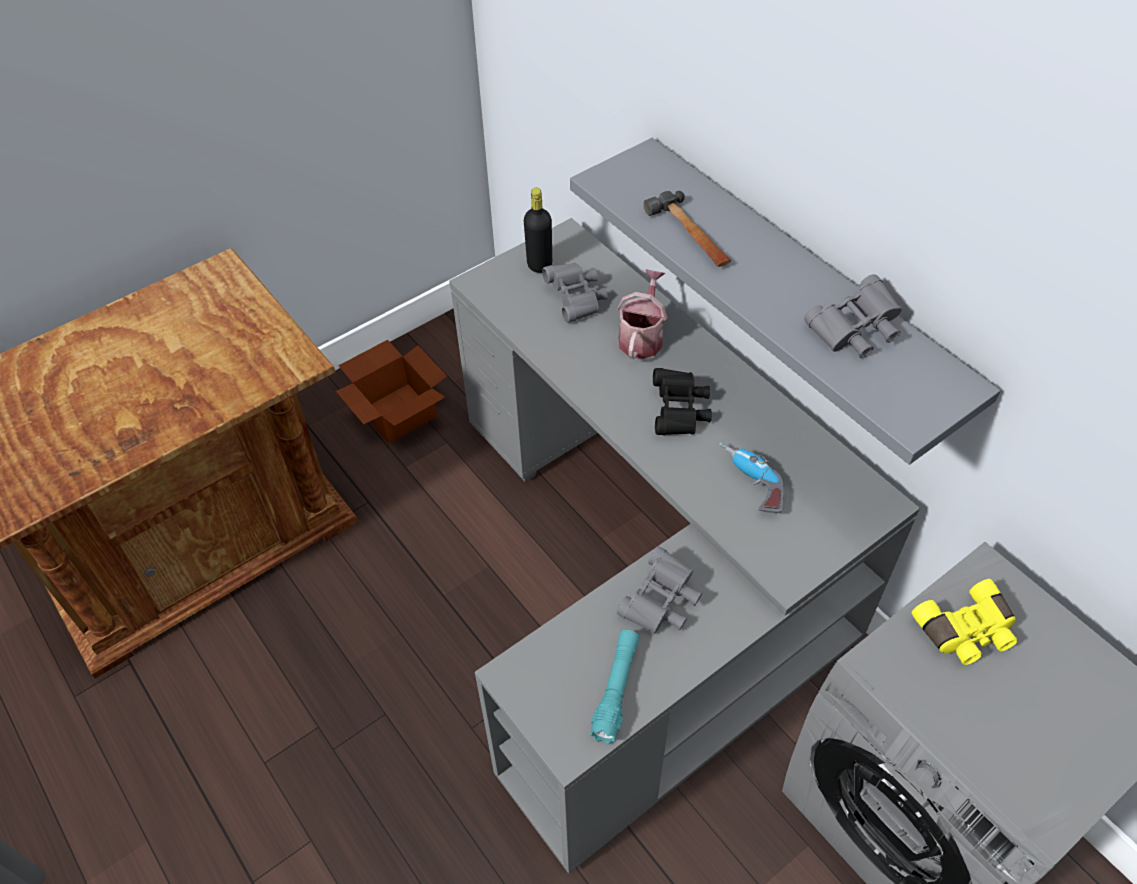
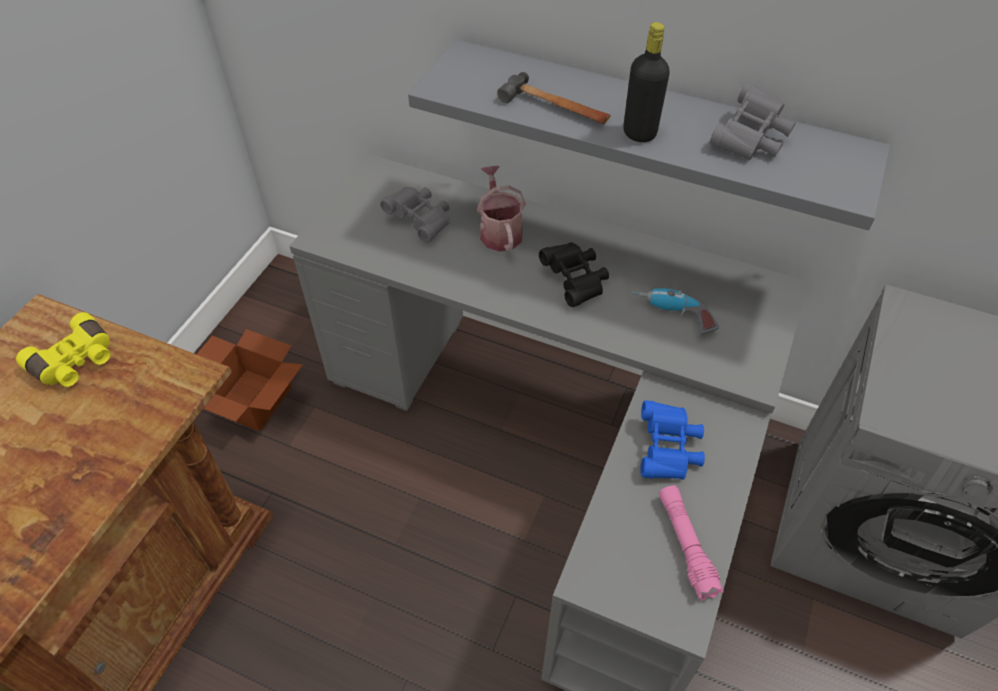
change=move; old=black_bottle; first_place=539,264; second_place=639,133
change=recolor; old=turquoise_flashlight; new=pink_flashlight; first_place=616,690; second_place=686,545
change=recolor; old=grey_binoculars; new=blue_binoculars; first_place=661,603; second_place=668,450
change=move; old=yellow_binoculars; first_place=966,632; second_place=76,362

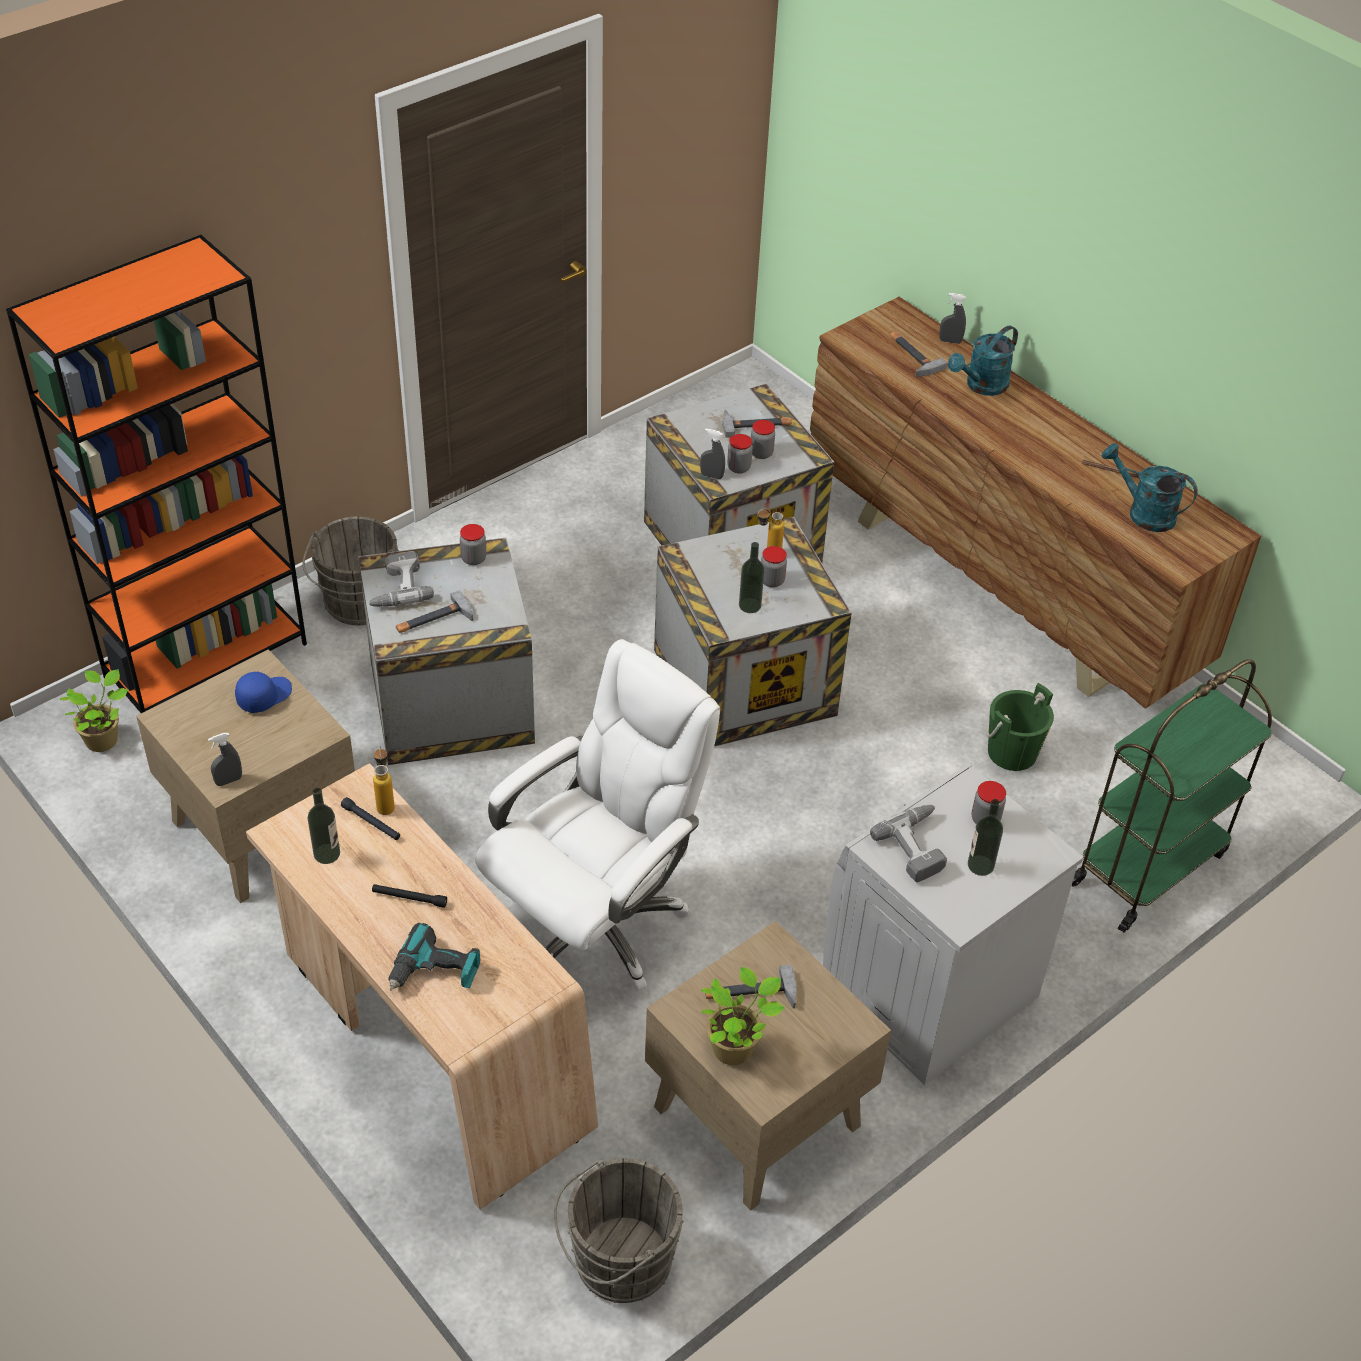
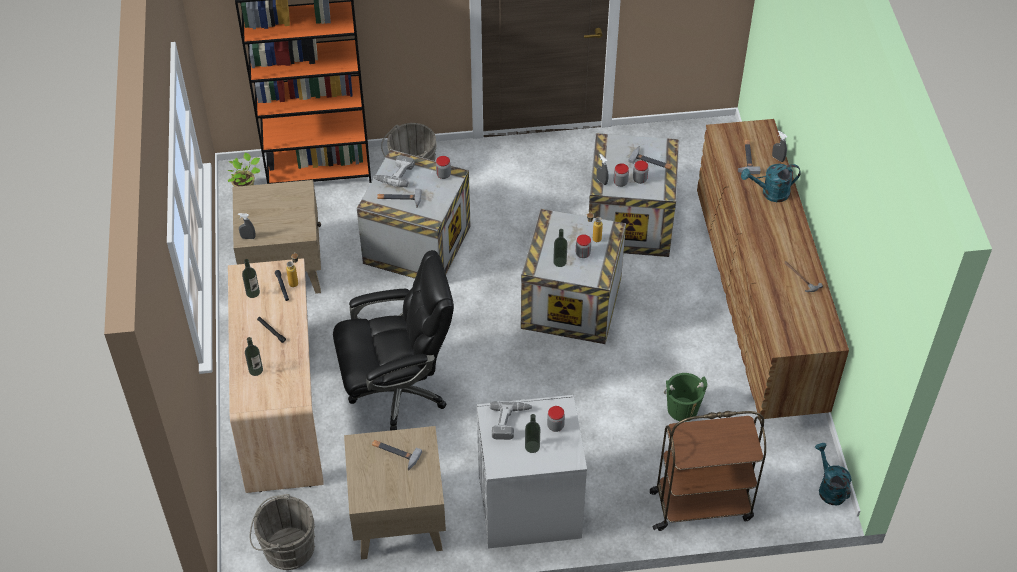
change=delete; old=blue_cap; first_place=264,696
change=replace; old=power_drill; new=bottle; first_place=435,972; second_place=255,370
change=recolor; old=white_office_chair; new=black_office_chair; first_place=596,928; second_place=396,392
change=delete; old=potted_plant; first_place=735,1047
change=recolor; old=green_cart; new=brown_cart; first_place=1150,868; second_place=702,506
change=move; old=turquoise_watering_can; first_place=1143,513; second_place=829,488

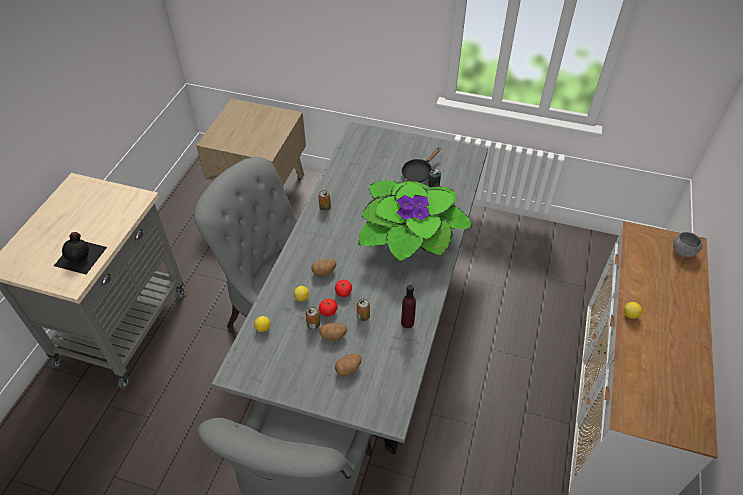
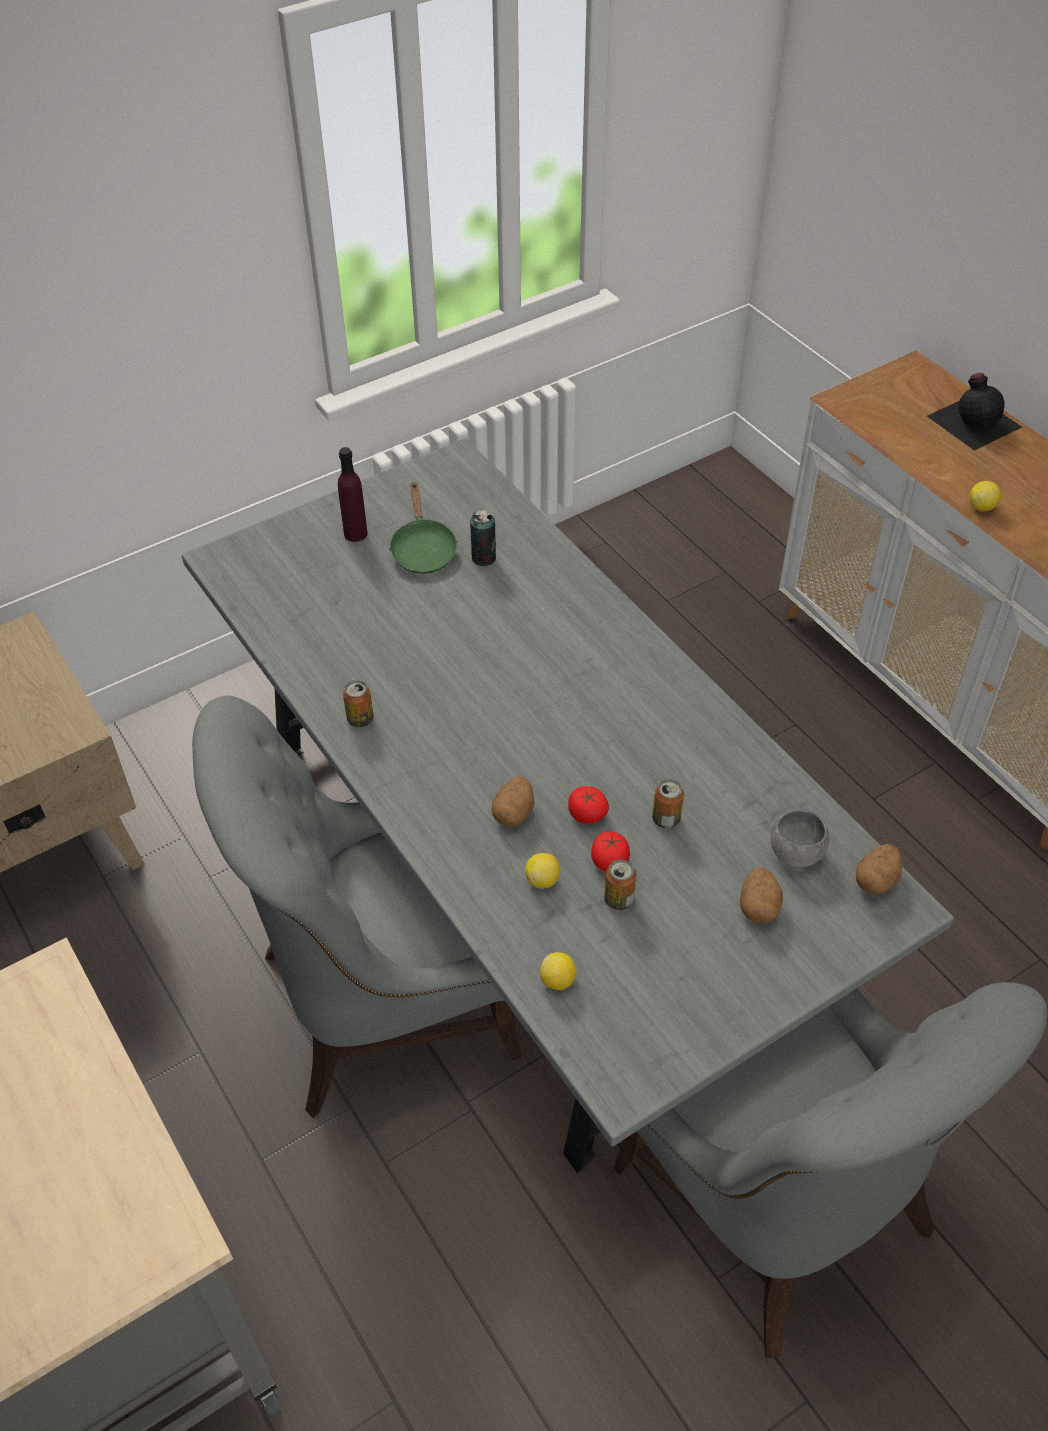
change=move; old=black_bottle; first_place=81,256; second_place=974,420
change=move; old=potato; first_place=333,336; second_place=876,880
change=delete; old=potted_plant; first_place=409,237
change=move; old=purple_bottle; first_place=407,322; second_place=355,533
change=recolor; old=black_frying_pan; new=green_frying_pan; first_place=418,172; second_place=422,549
change=move; old=grey_bowl; first_place=683,251; second_place=796,852

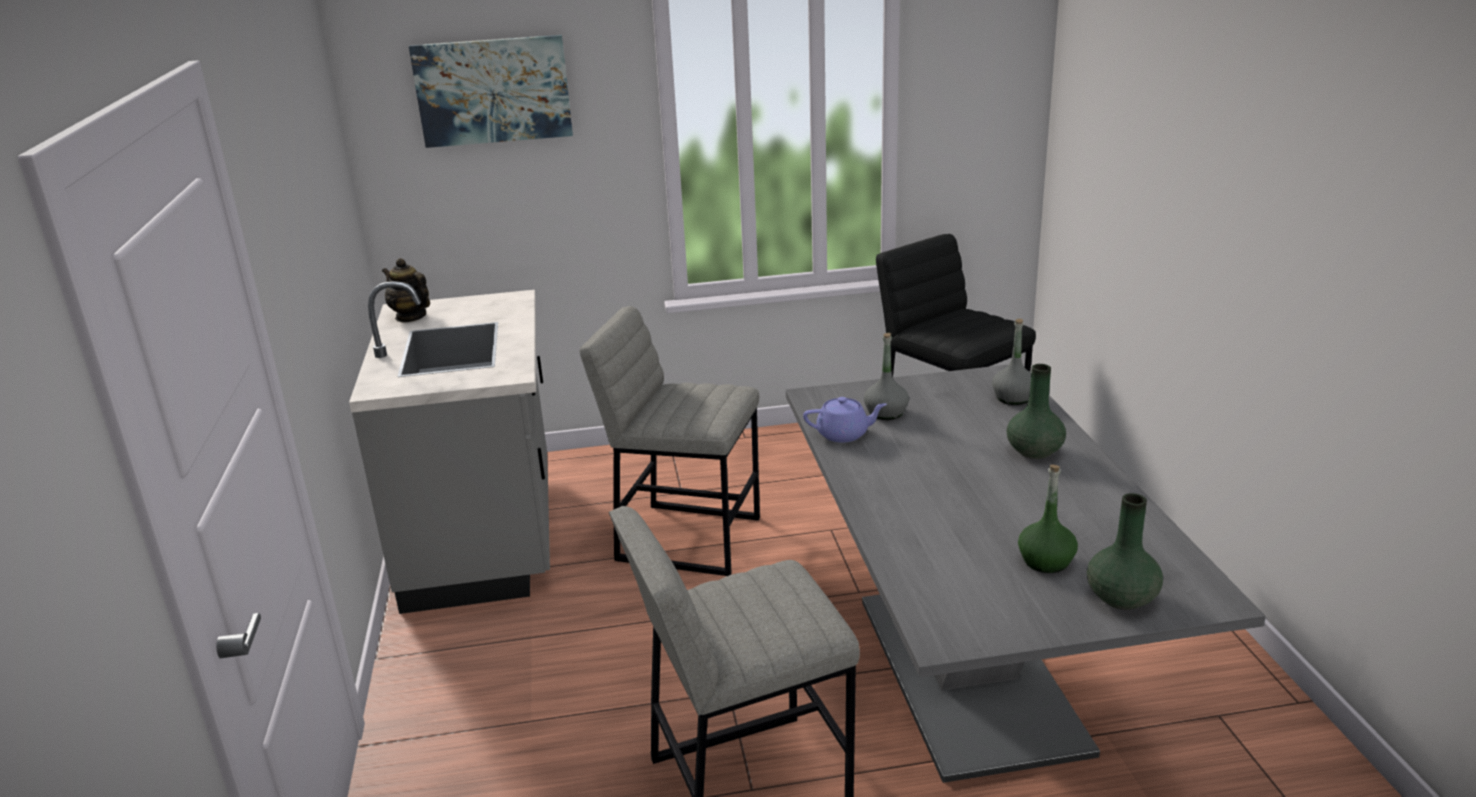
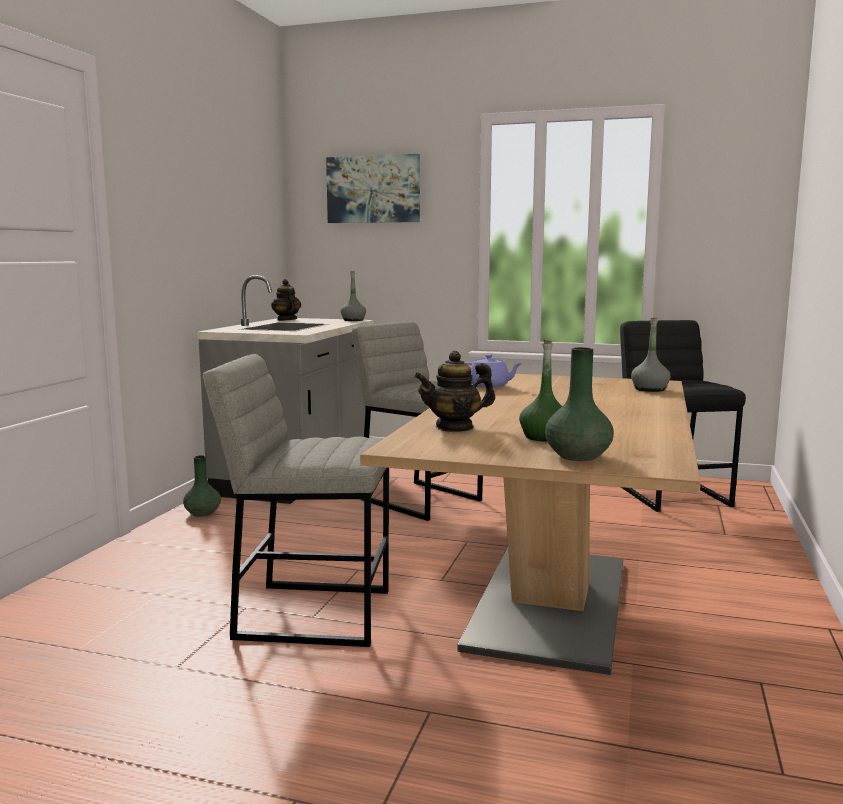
change=recolor; old=grey_dining_table; new=brown_dining_table; first_place=968,672; second_place=550,602
change=move; old=grey_bottle; first_place=886,413; second_place=353,320
change=move; old=green_vase; first_place=1034,451; second_place=203,513
change=insert; new=teapot; second_place=454,427

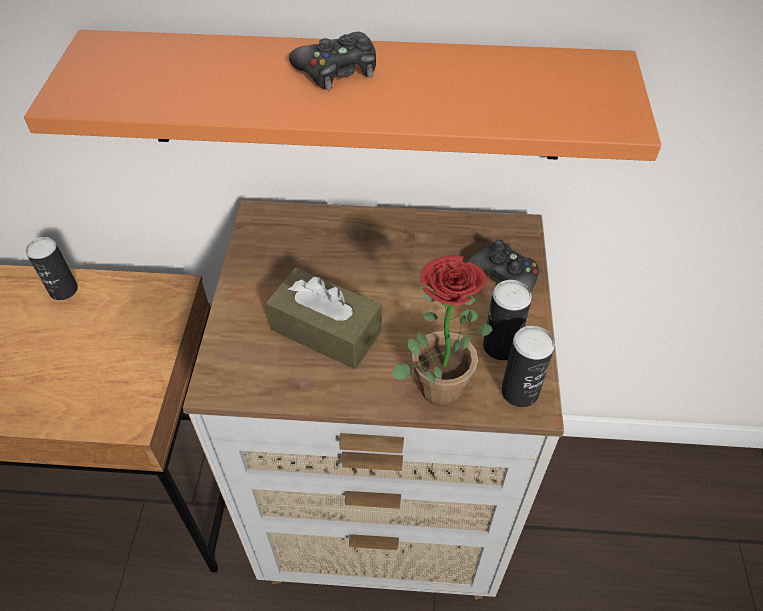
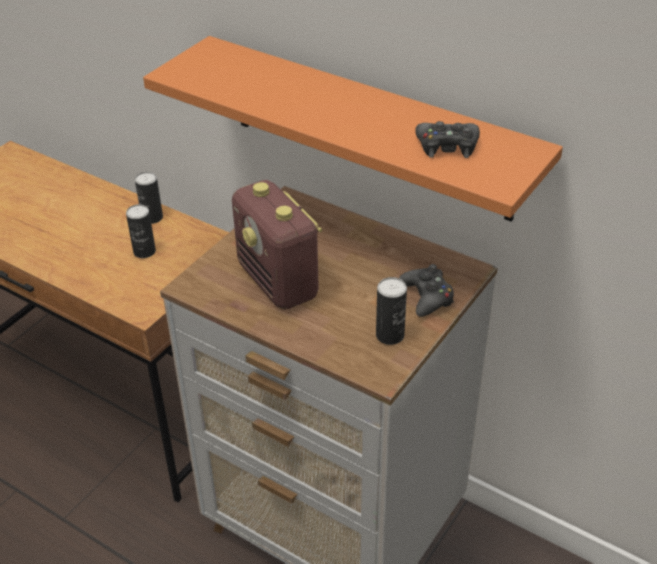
change=replace; old=brown_tissue_box; new=radio; first_place=326,330; second_place=278,282
change=move; old=black_game_controller; first_place=337,70; second_place=447,146
change=delete; old=potted_plant; first_place=437,380
change=move; old=can; first_place=519,391; second_place=144,251

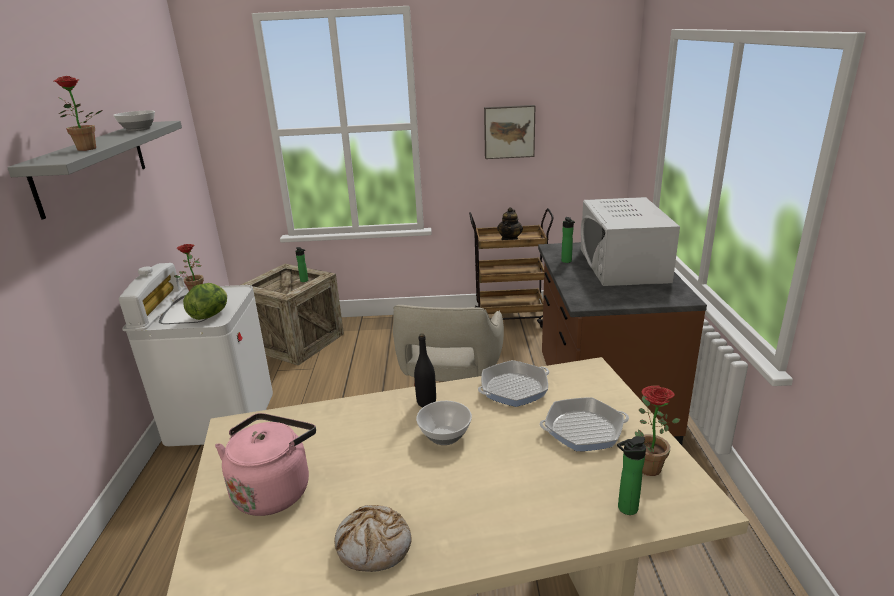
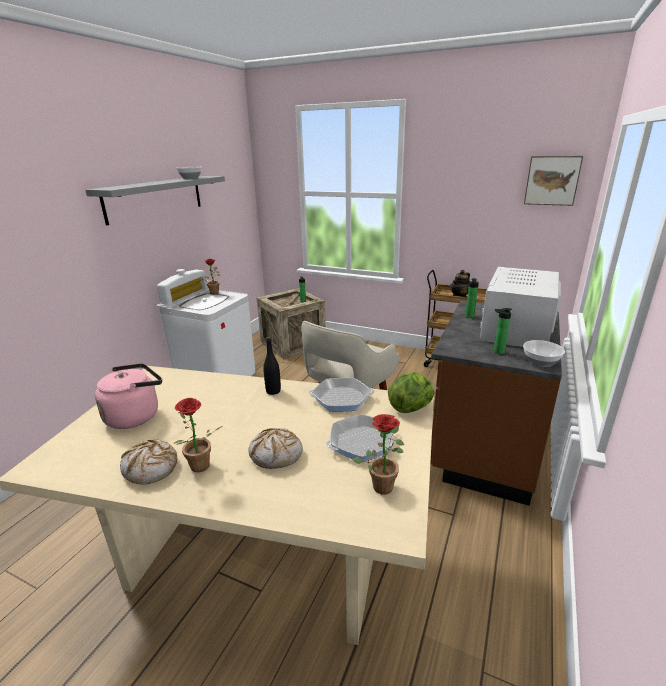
change=move; old=potted_plant; first_place=87,149; second_place=200,469
change=move; old=lettuce; first_place=210,315; second_place=411,407
change=move; old=bowl; first_place=446,435; second_place=541,362
change=move; old=picture; first_place=509,131; second_place=552,180
change=rotate; old=frying_pan; first_place=583,430; second_place=361,442; degrees=-45
change=move; old=bottle; first_place=625,509; second_place=497,352
change=insert; new=bread; second_place=276,454

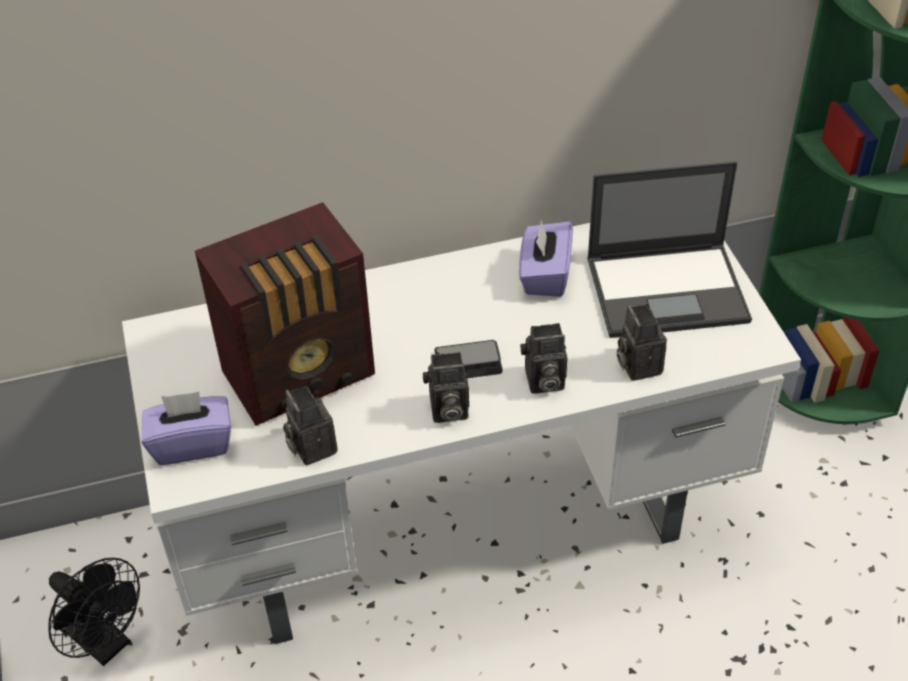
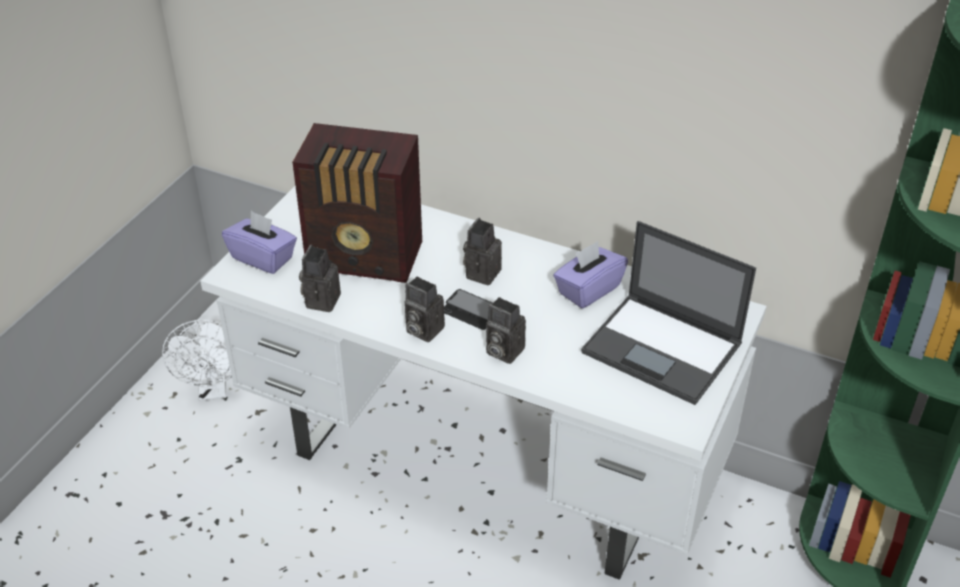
change=recolor; old=black_fan; new=white_fan; first_place=106,643; second_place=213,390
change=move; old=photo_camera; first_place=637,364; second_place=482,272

